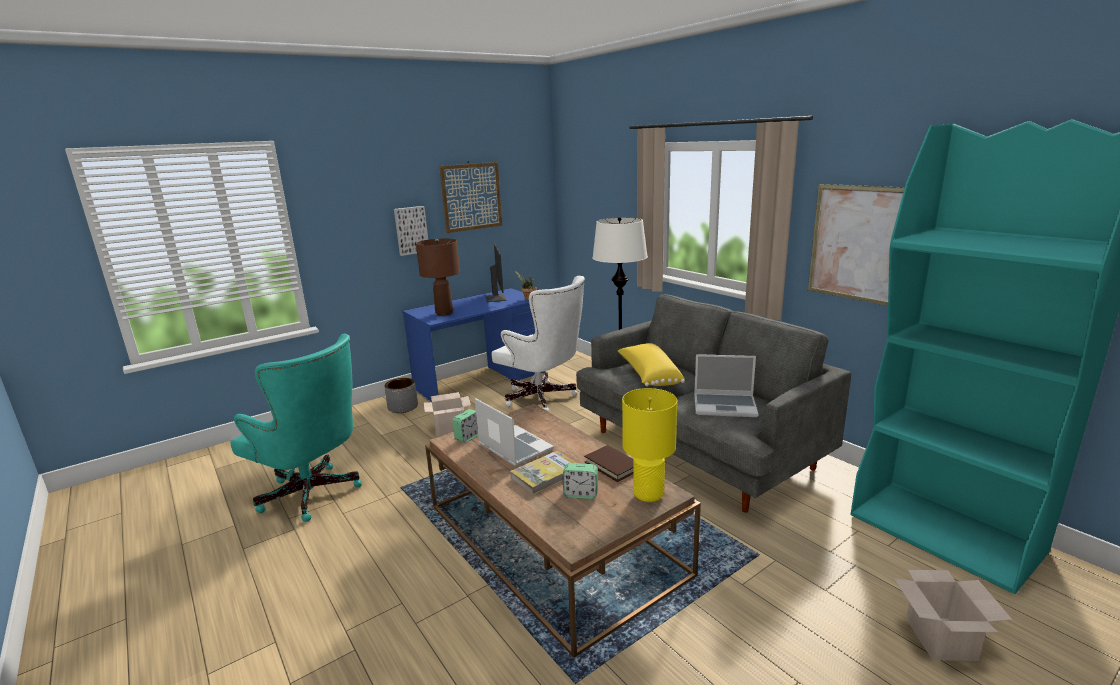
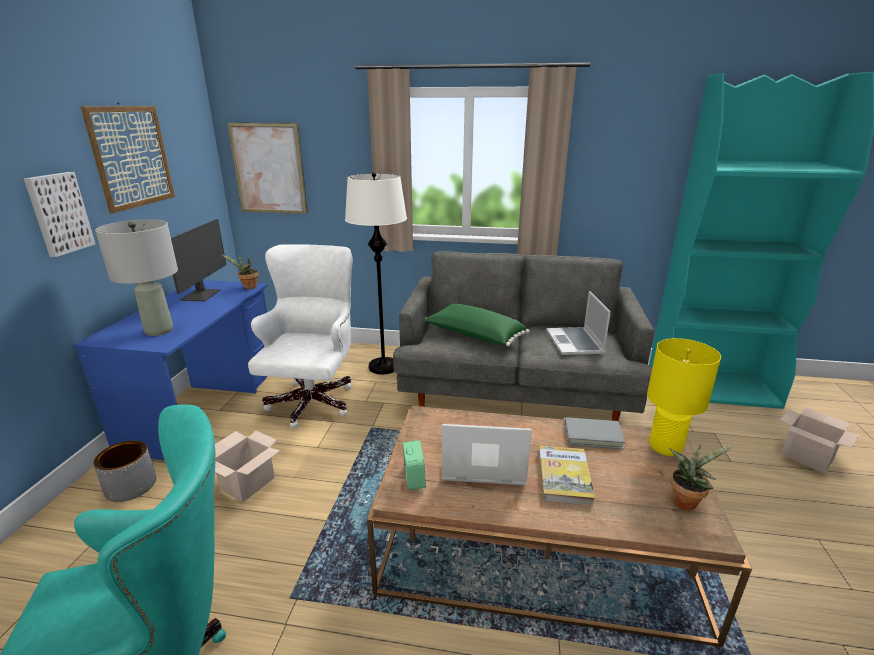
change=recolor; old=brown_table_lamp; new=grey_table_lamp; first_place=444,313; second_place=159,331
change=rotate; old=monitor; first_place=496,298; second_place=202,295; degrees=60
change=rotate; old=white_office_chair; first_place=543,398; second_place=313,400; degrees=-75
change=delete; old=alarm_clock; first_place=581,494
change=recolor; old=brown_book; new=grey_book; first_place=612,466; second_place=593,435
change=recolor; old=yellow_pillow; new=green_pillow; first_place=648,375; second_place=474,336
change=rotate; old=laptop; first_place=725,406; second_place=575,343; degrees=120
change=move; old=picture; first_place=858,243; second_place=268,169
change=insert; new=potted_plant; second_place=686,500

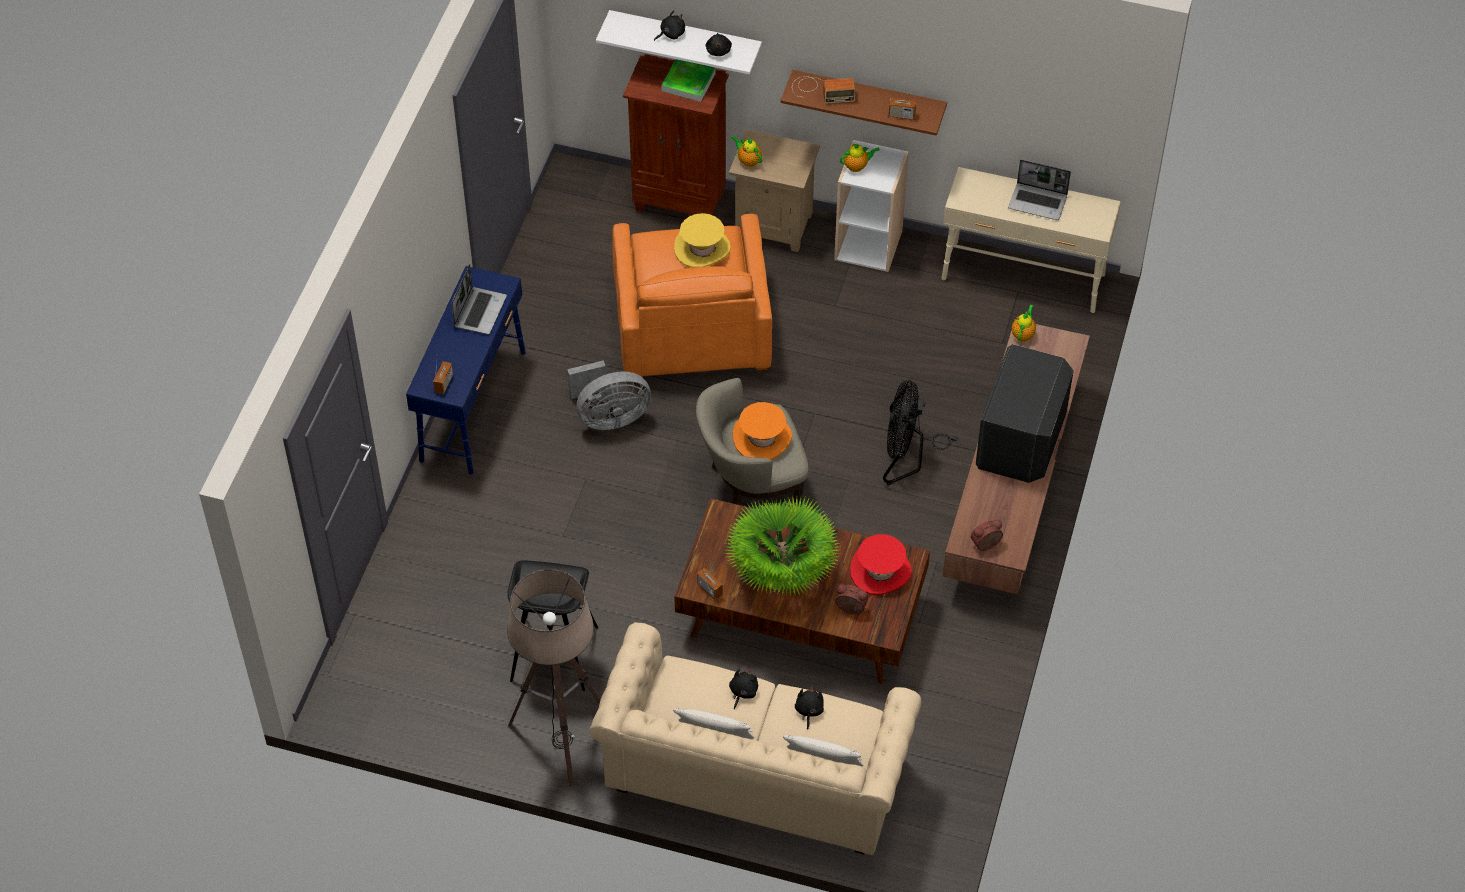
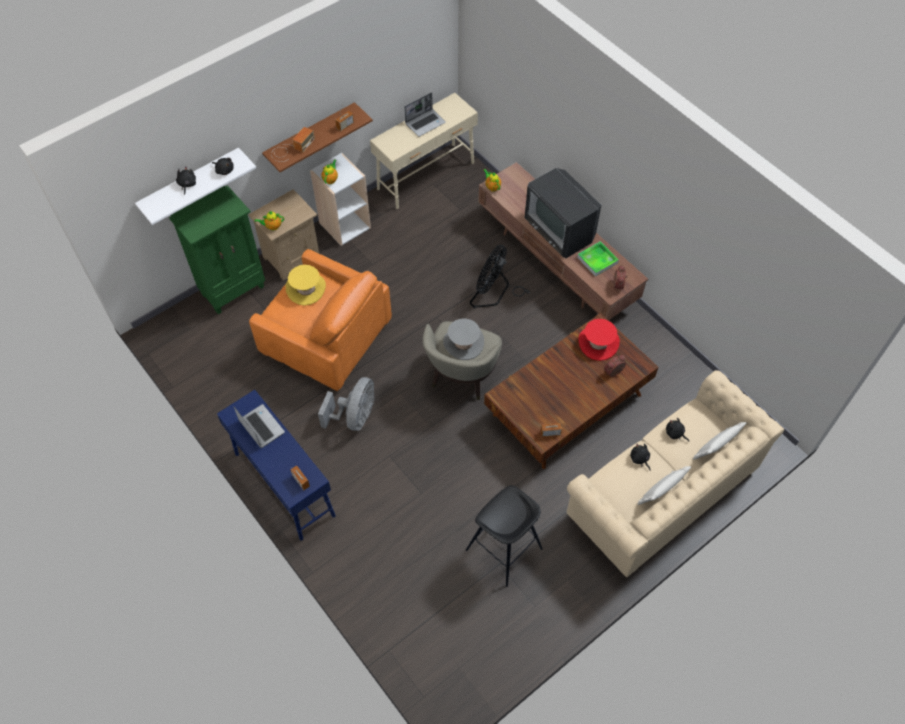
change=delete; old=floor_lamp; first_place=561,738
change=recolor; old=brown_cabinet; new=green_cabinet; first_place=679,204; second_place=234,291
change=move; old=tray; first_place=688,82; second_place=597,260
change=delete; old=potted_plant; first_place=781,575
change=recolor; old=orange_hat; new=grey_hat; first_place=762,438; second_place=463,343
change=rotate; old=black_fan; first_place=909,450; second_place=496,290; degrees=75

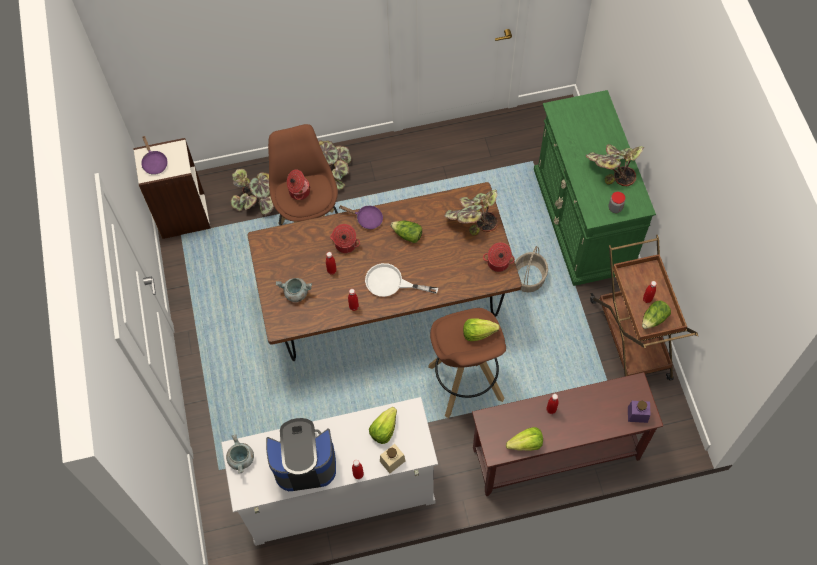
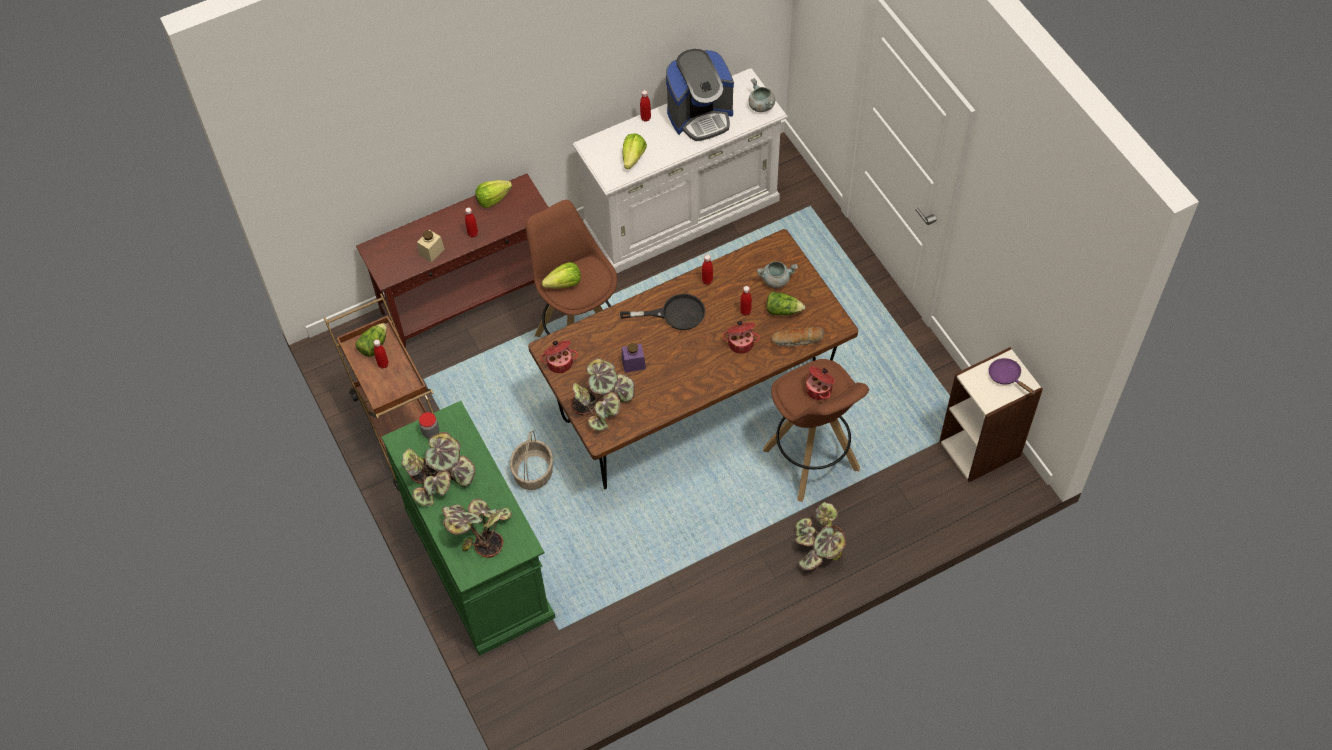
change=move; old=potted_plant; first_place=256,201; second_place=478,531
change=delete; old=purple_frying_pan; first_place=366,219
change=recolor; old=white_frying_pan; new=black_frying_pan; first_place=391,283; second_place=674,314
change=move; old=beige_jar; first_place=392,461; second_place=431,252
change=move; old=lettuce; first_place=407,235; second_place=783,310
change=move; old=purple_jar; first_place=637,414; second_place=633,363
change=insert; new=bread; second_place=797,340

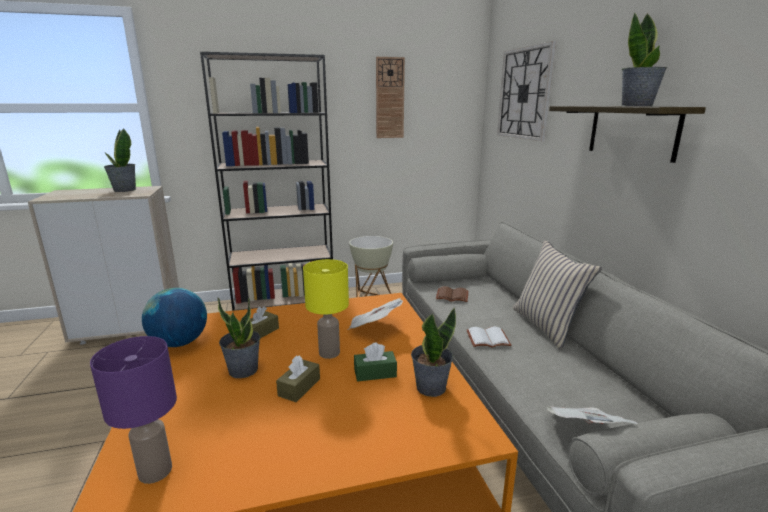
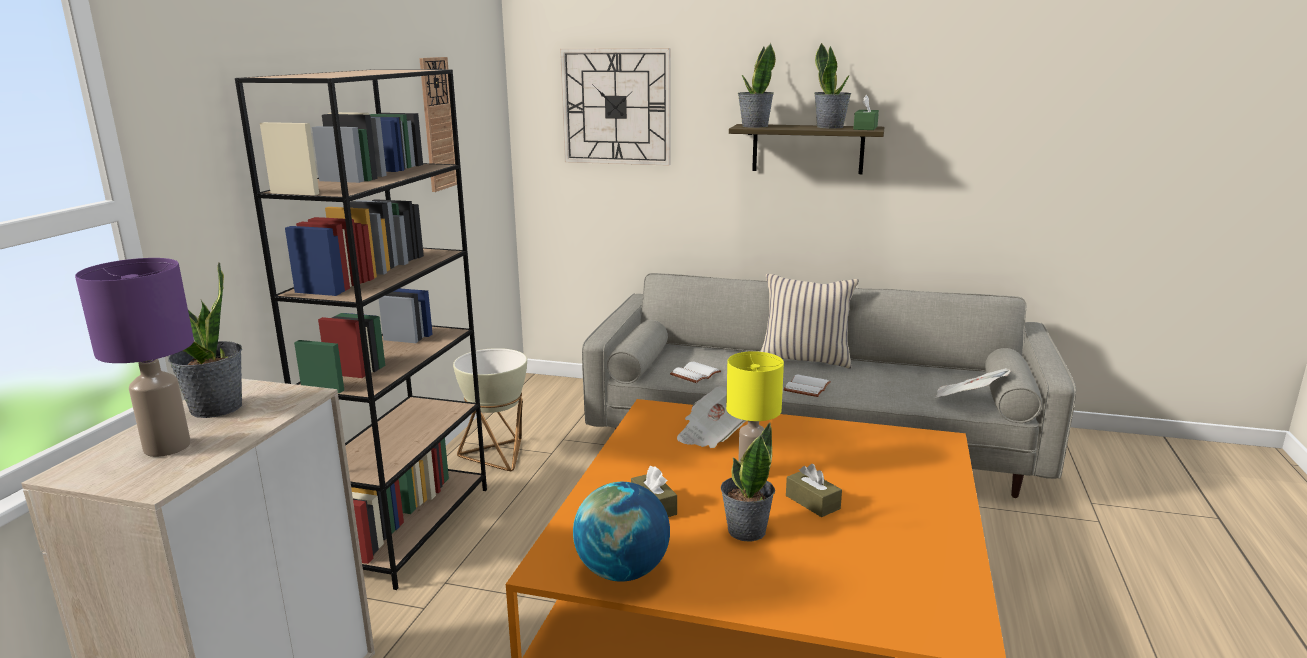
change=move; old=purple_table_lamp; first_place=155,471; second_place=165,447
change=move; old=green_tissue_box; first_place=375,373; second_place=865,128
change=move; old=potted_plant; first_place=430,387; second_place=754,126
change=recolor; old=brown_book; new=white_book; first_place=452,295; second_place=695,373

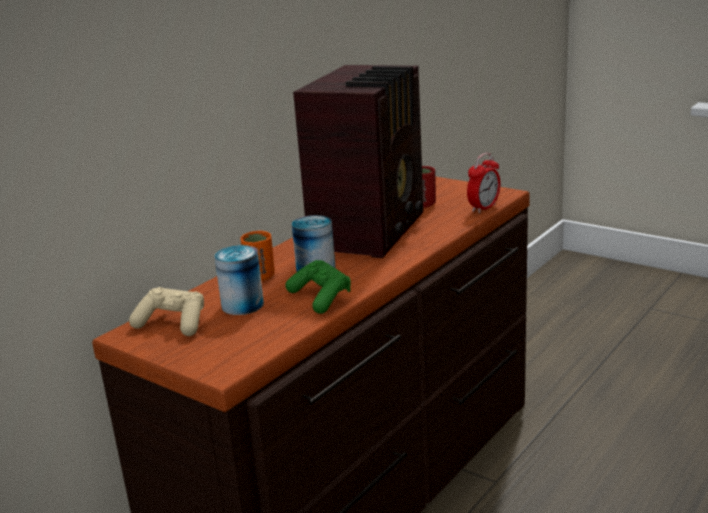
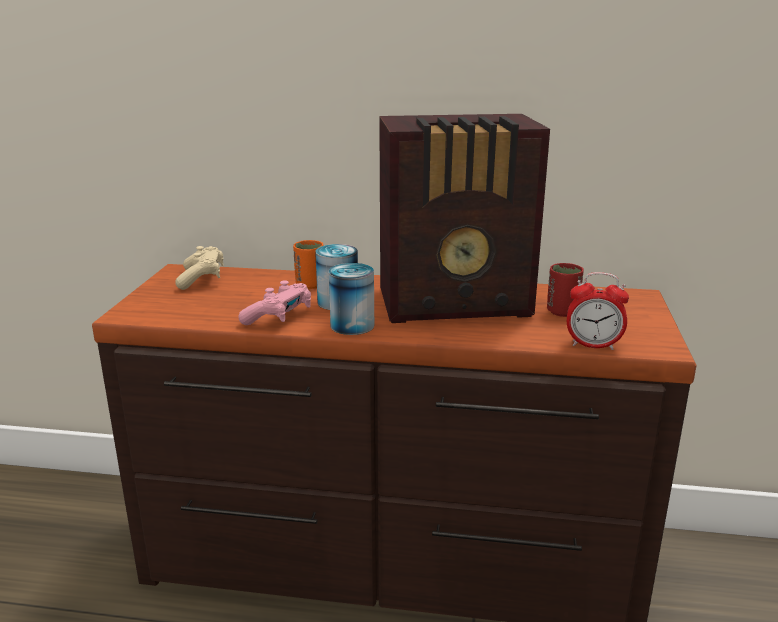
change=move; old=can; first_place=242,305; second_place=352,325
change=recolor; old=green_game_controller; new=pink_game_controller; first_place=320,298; second_place=279,317

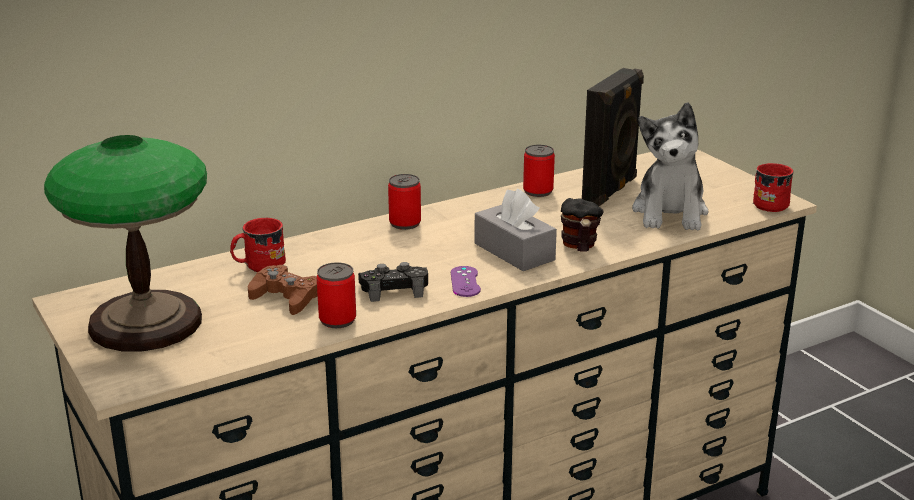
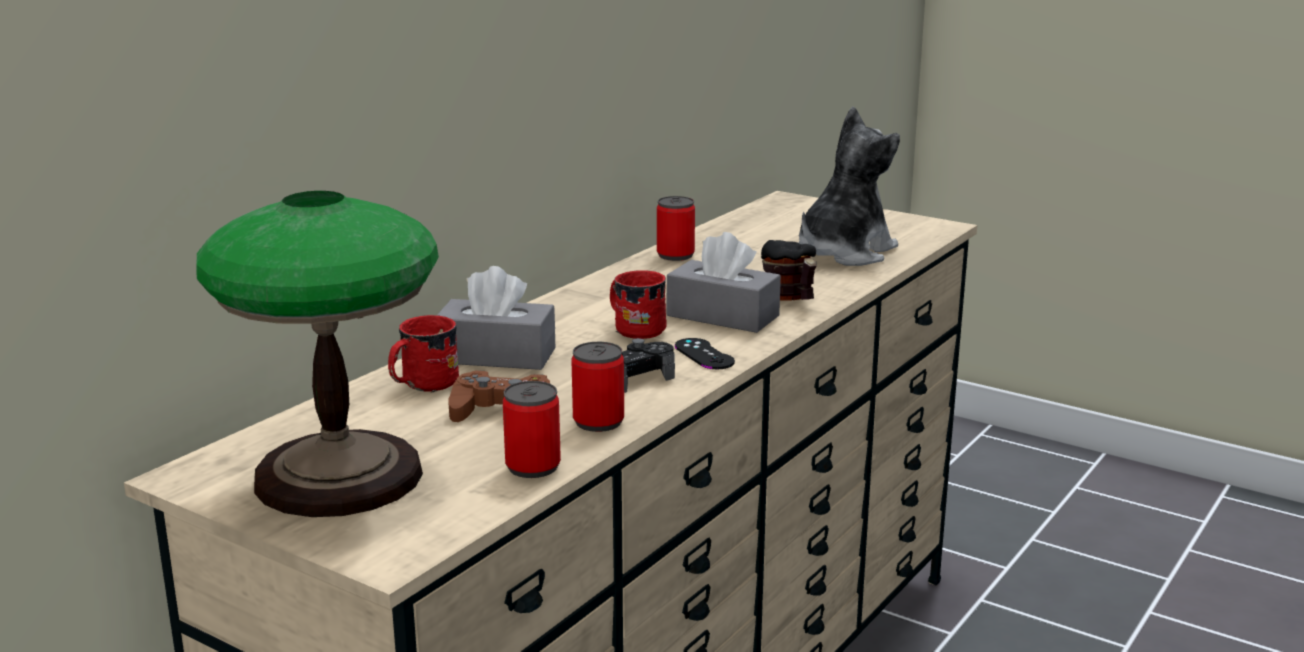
change=move; old=can; first_place=405,223; second_place=533,466
change=recolor; old=purple_game_controller; new=black_game_controller; first_place=465,282; second_place=704,354
change=delete; old=black_speaker; first_place=611,190
change=rotate; old=plush_toy; first_place=670,212; second_place=843,253; degrees=-120
change=move; old=red_mug; first_place=767,203; second_place=635,328
change=insert; new=grey_tissue_box; second_place=496,355

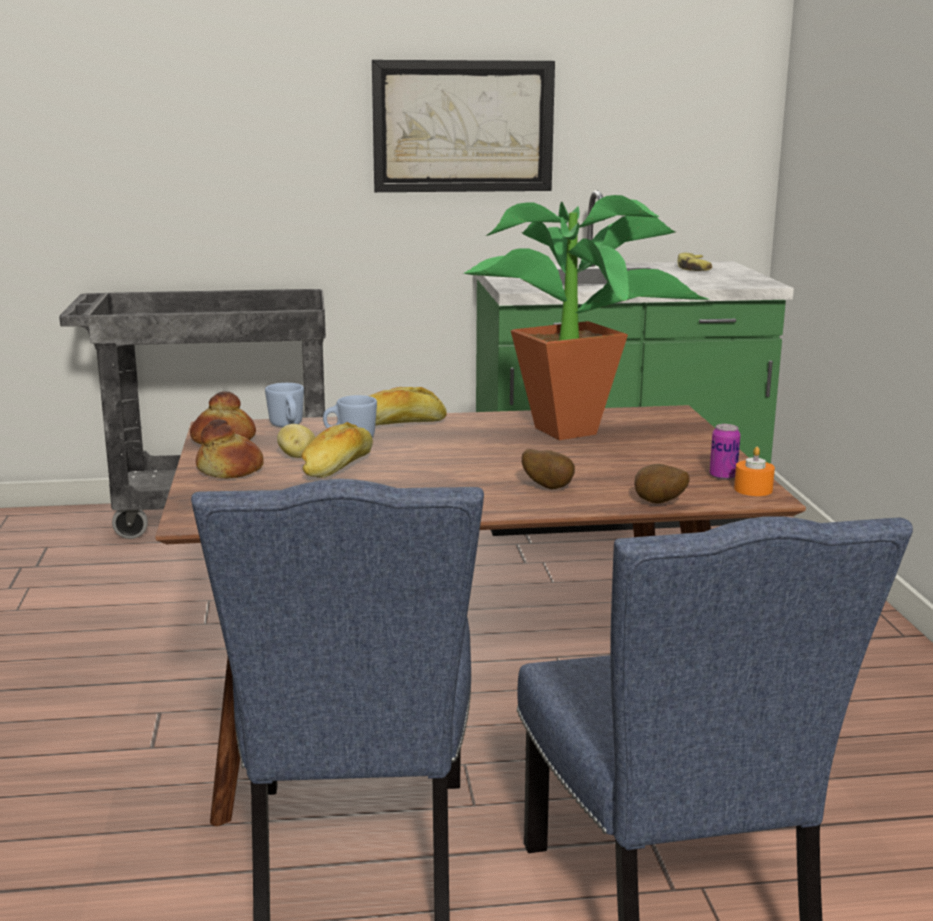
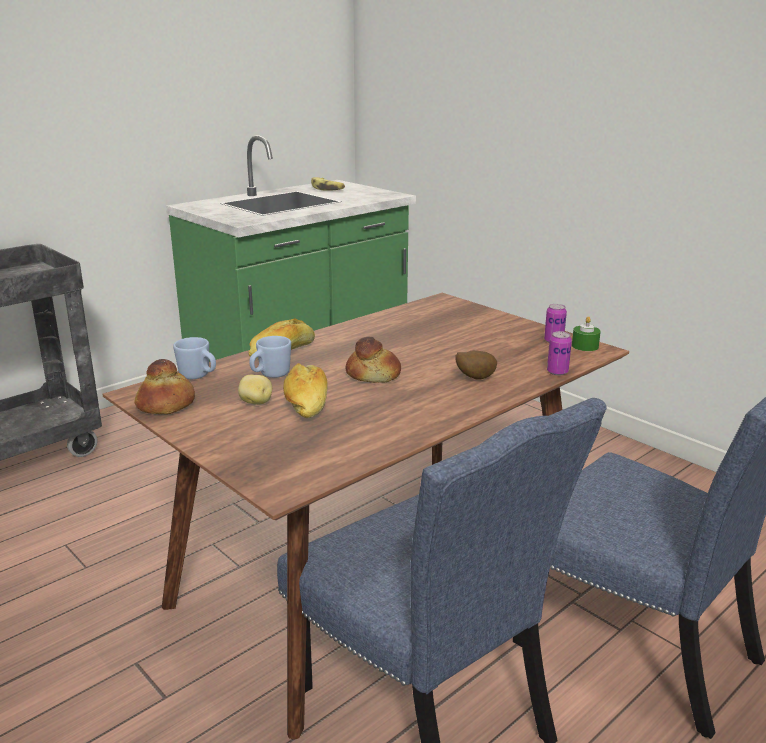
change=move; old=bread; first_place=230,469; second_place=374,374
change=delete; old=picture; first_place=463,126
change=delete; old=potted_plant; first_place=579,431
change=replace; old=potato; new=can; first_place=658,504; second_place=557,372
change=recolor; old=orange_candle; new=green_candle; first_place=753,489; second_place=585,346

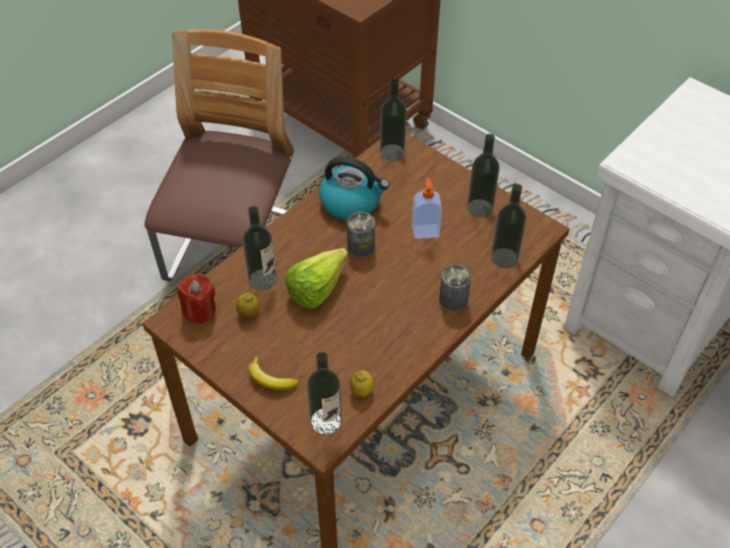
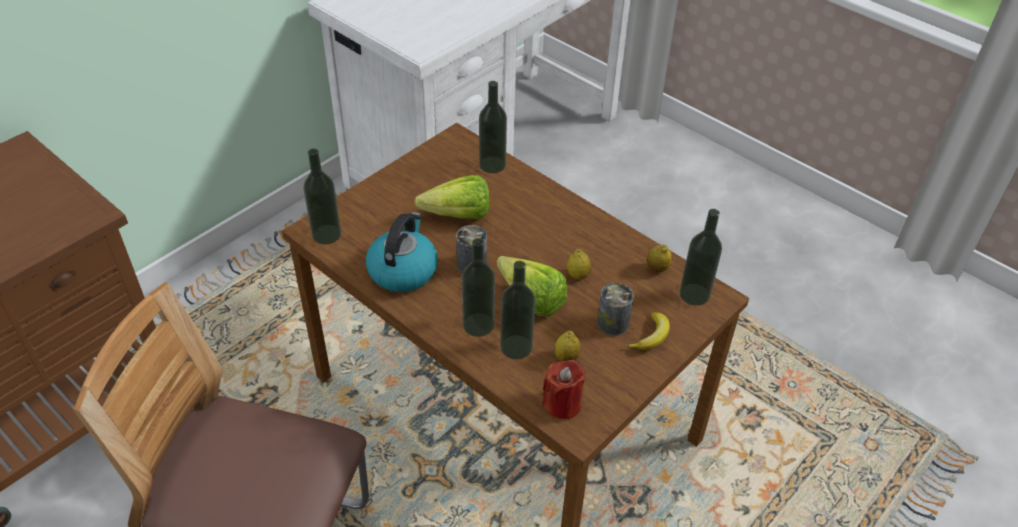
change=replace; old=soap_dispenser; new=lettuce; first_place=425,230; second_place=452,215
change=move; old=can; first_place=453,300; second_place=613,323
change=move; old=bottle; first_place=480,208; second_place=478,324
change=insert; new=lemon; second_place=578,275

